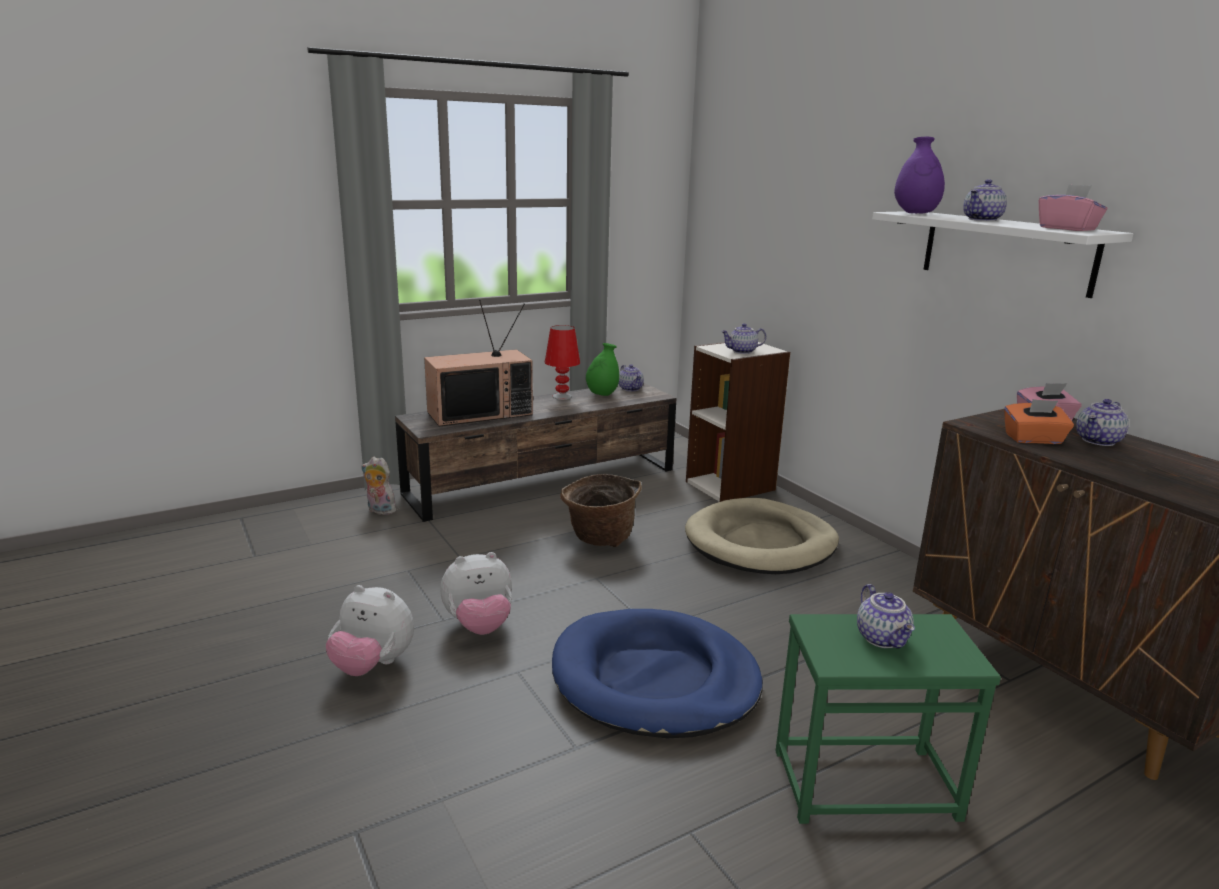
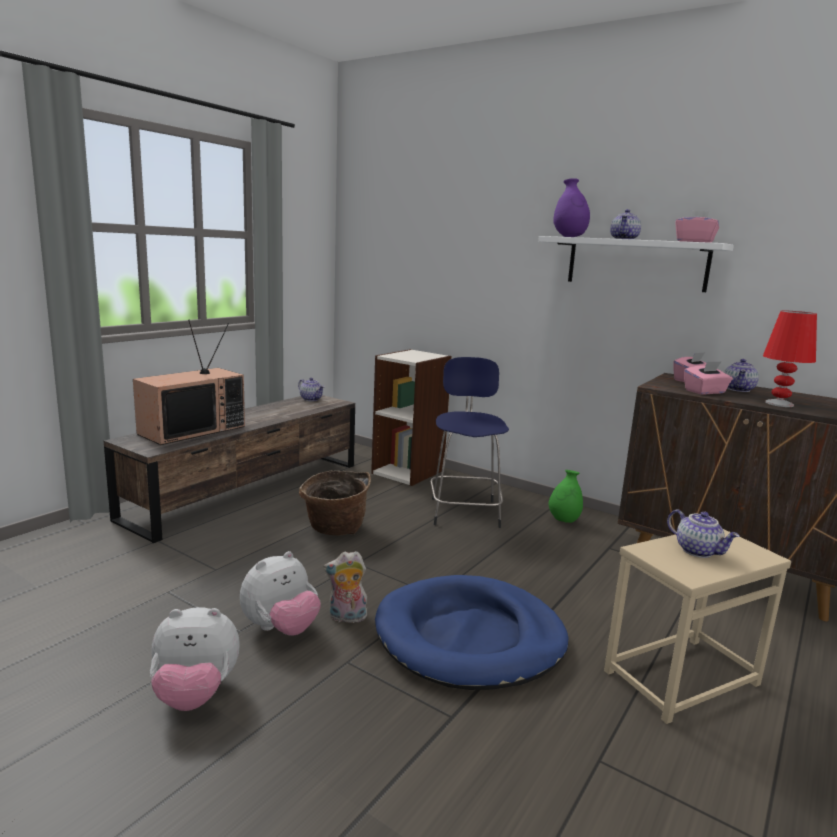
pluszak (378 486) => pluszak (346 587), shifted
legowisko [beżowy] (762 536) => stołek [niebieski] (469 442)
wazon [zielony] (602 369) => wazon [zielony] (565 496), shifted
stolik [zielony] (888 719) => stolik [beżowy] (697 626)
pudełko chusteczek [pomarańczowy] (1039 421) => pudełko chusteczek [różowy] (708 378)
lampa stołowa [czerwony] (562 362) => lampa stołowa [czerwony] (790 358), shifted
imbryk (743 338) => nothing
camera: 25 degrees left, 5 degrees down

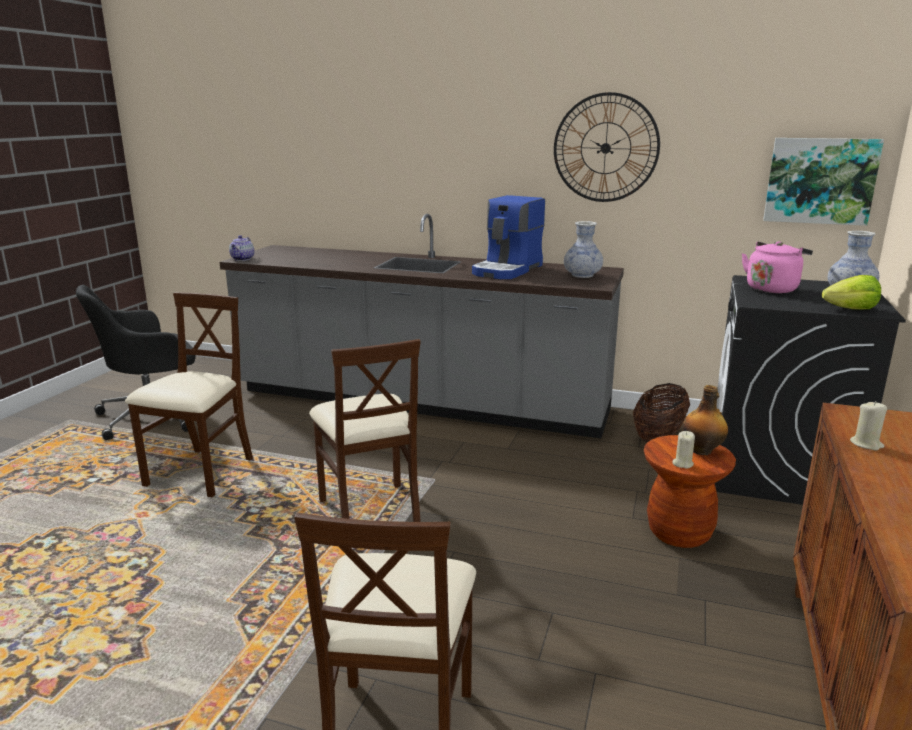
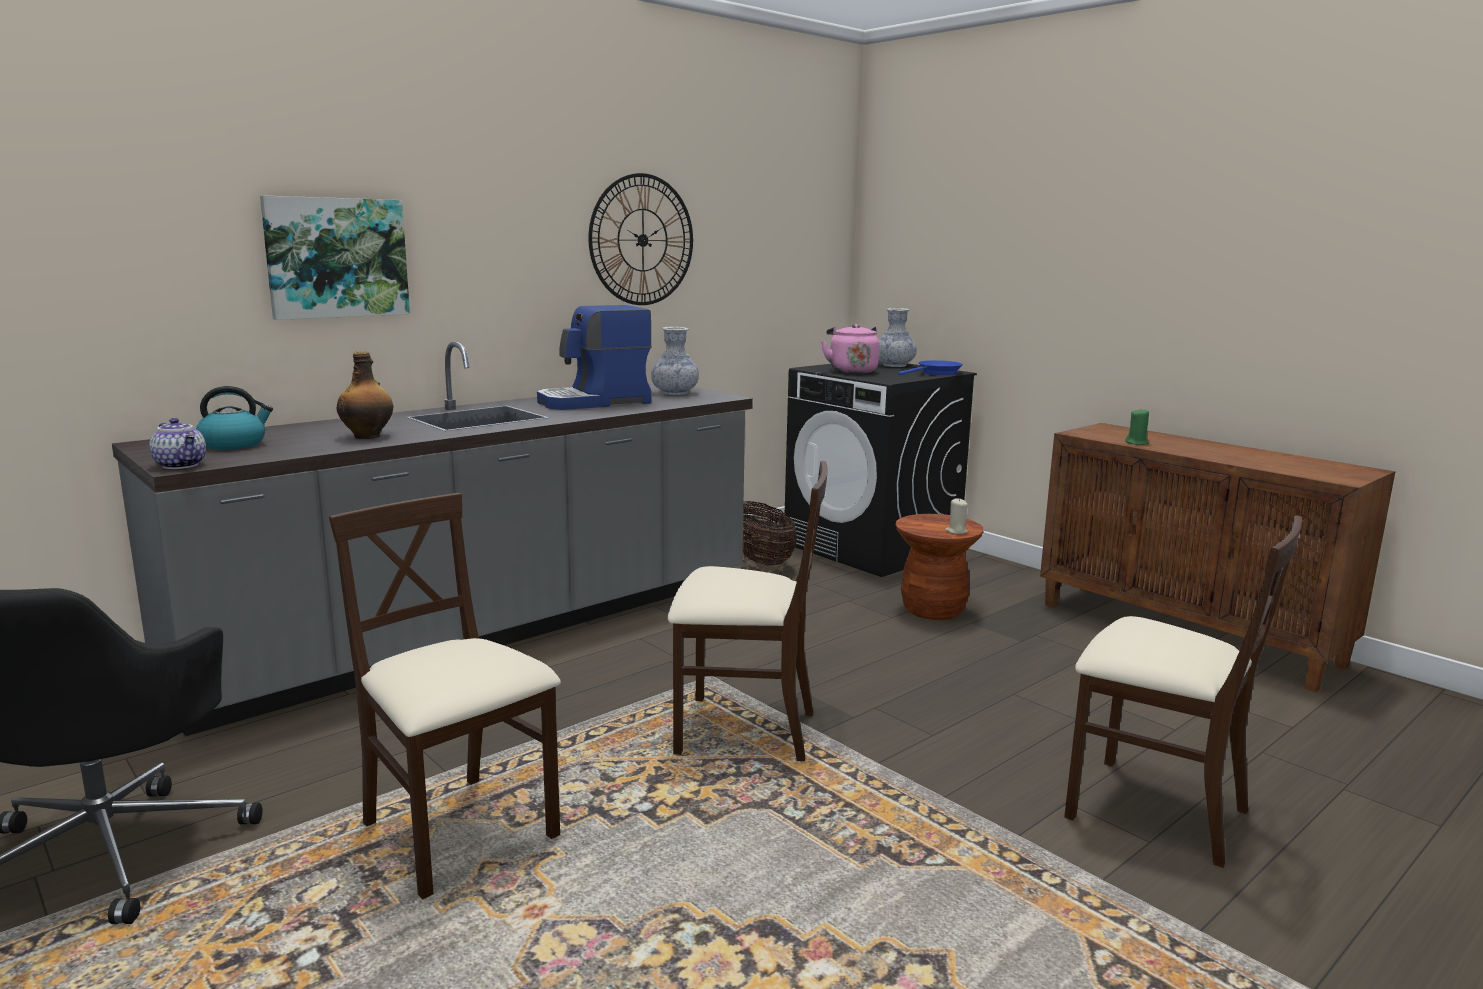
nothing => czajnik (234 418)
obraz (823 182) => obraz (335 258), shifted
butelka (705 420) => butelka (365 395), shifted
ekspres do kawy (508 237) => ekspres do kawy (594 357), 90 degrees clockwise
sałata (851 292) => patelnia [niebieski] (930 367)
świeca [beżowy] (868 426) => świeca [zielony] (1137 426)
camera: 60 degrees left, 5 degrees down

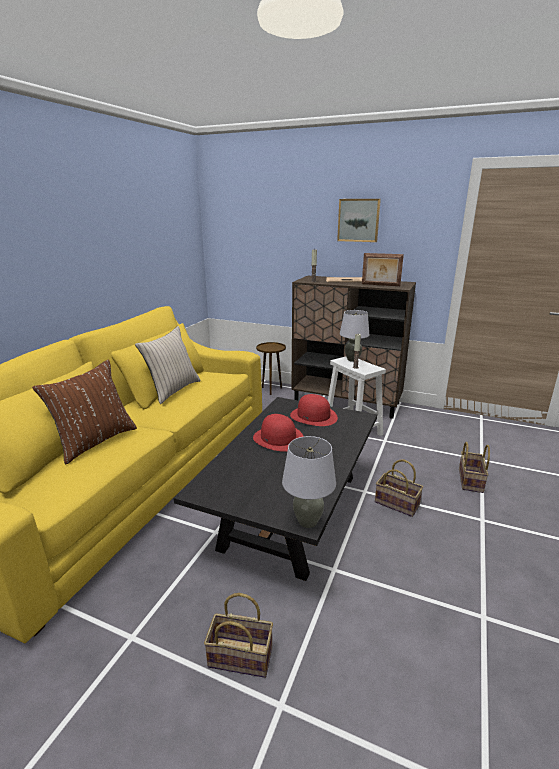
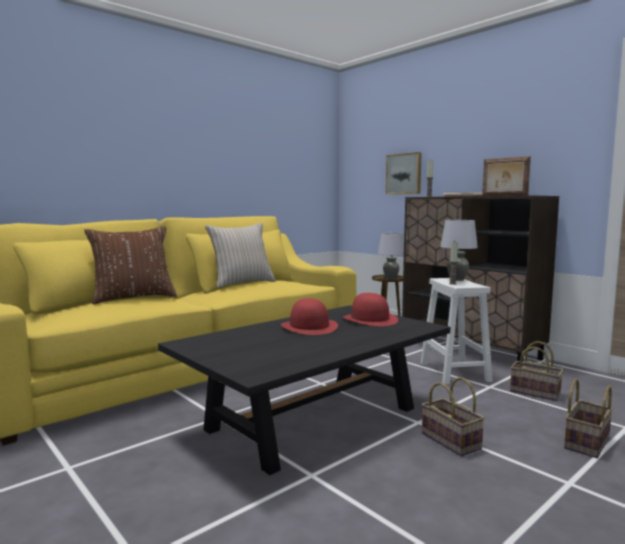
lampa stołowa [szary] (309 482) => lampa stołowa [szary] (391 256), shifted
obraz (359 220) => obraz (404 173), shifted
koszyk (238 635) => koszyk (536 371), shifted
camera: 25 degrees right, 15 degrees down

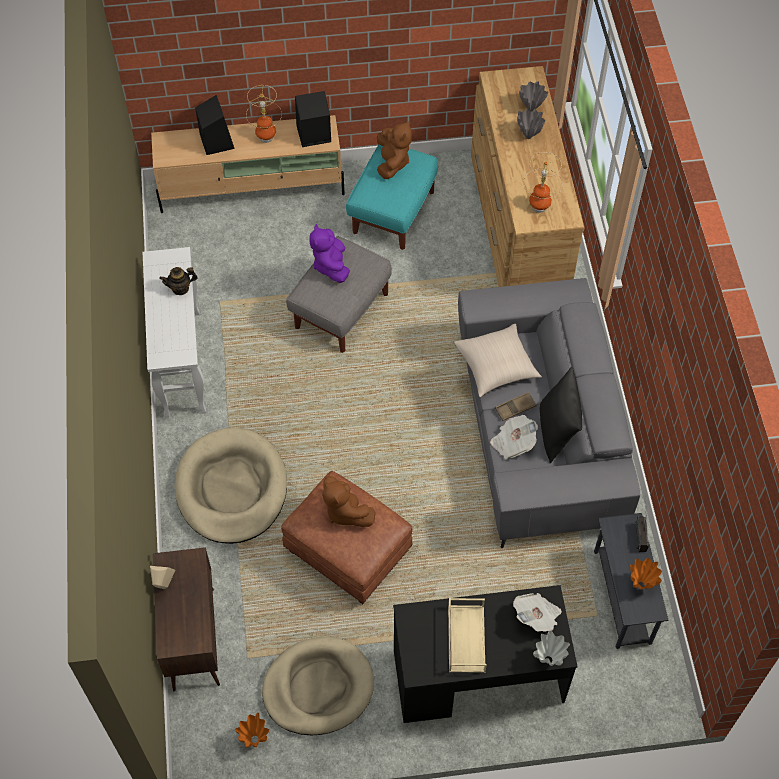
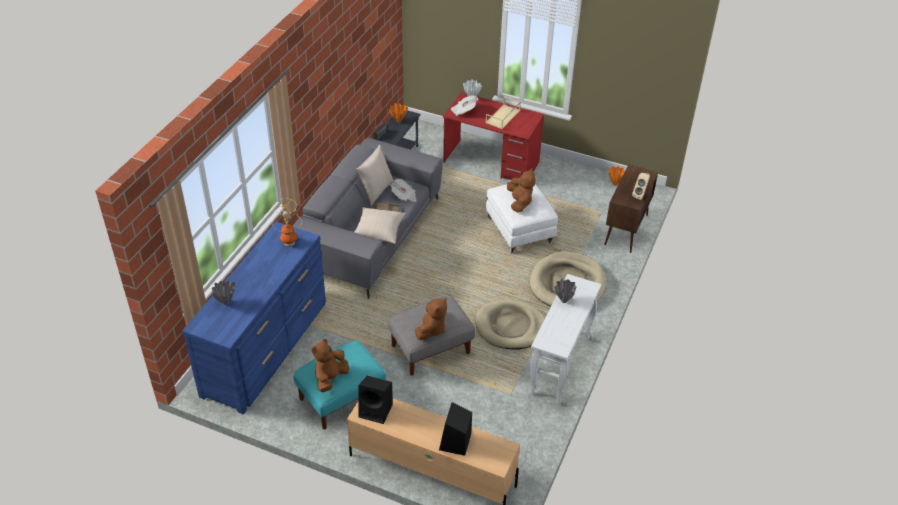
komoda [brązowy] (528 176) => komoda [niebieski] (254 318)
poduszka [czarny] (561 415) => poduszka [beżowy] (375 175)
pluszak [fioletowy] (329 253) => pluszak [brązowy] (431 319)
biurko [czarny] (485 654) => biurko [czerwony] (493 136)
legowisko [beżowy] (318 686) => legowisko [beżowy] (510 324), shifted
pufa [brązowy] (347 537) => pufa [biały] (521 219)
wazon [szary] (531 124) => wazon [szary] (565 291), shifted
imbryk (178 281) => nothing
lampa stołowa (264 114) => nothing
camera: 150 degrees left, 15 degrees down

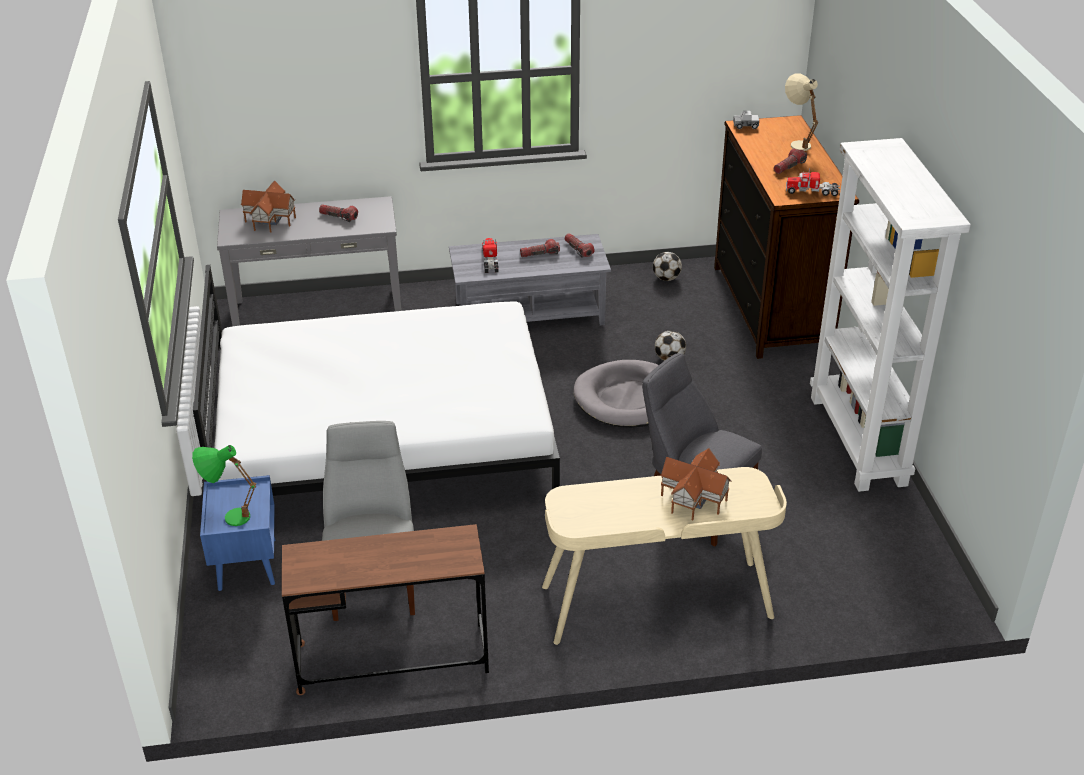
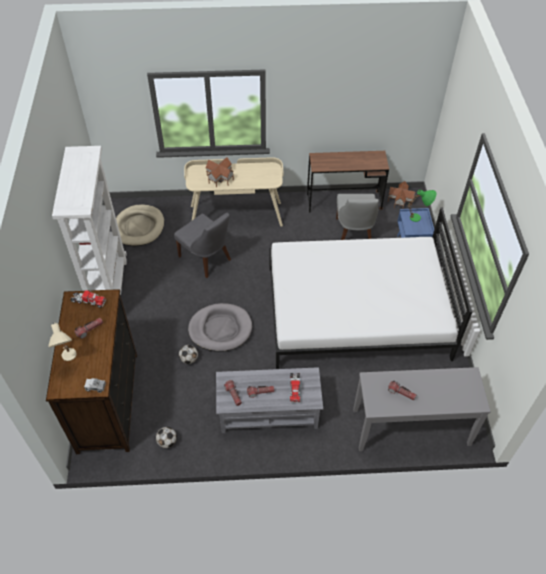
nothing => legowisko [beżowy] (140 226)
domek (268 207) => domek (401 194), shifted
camera: 175 degrees left, 15 degrees up

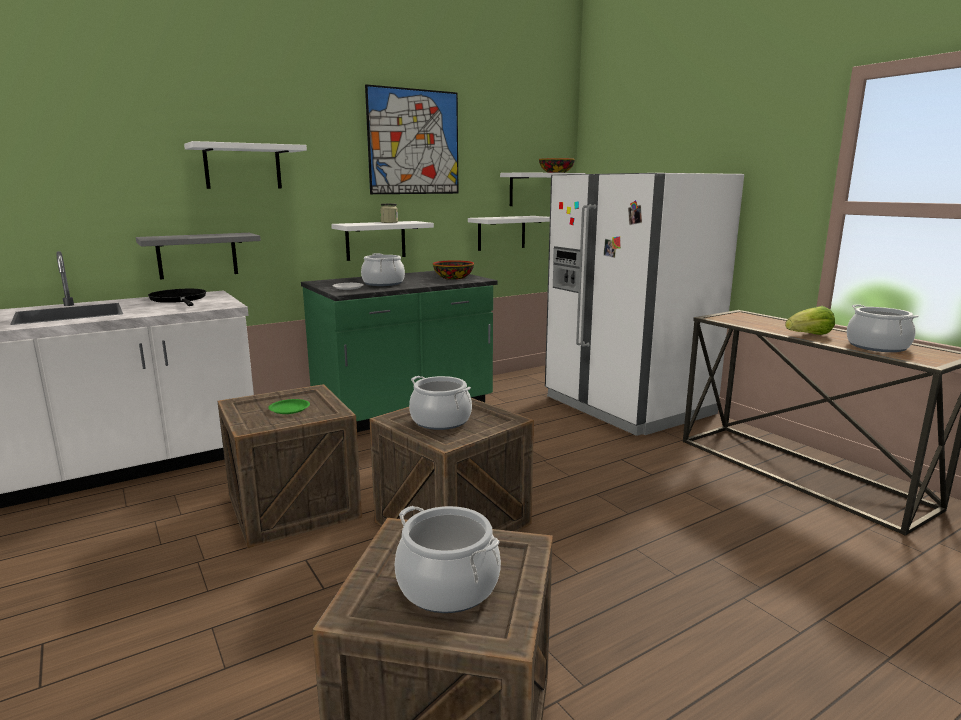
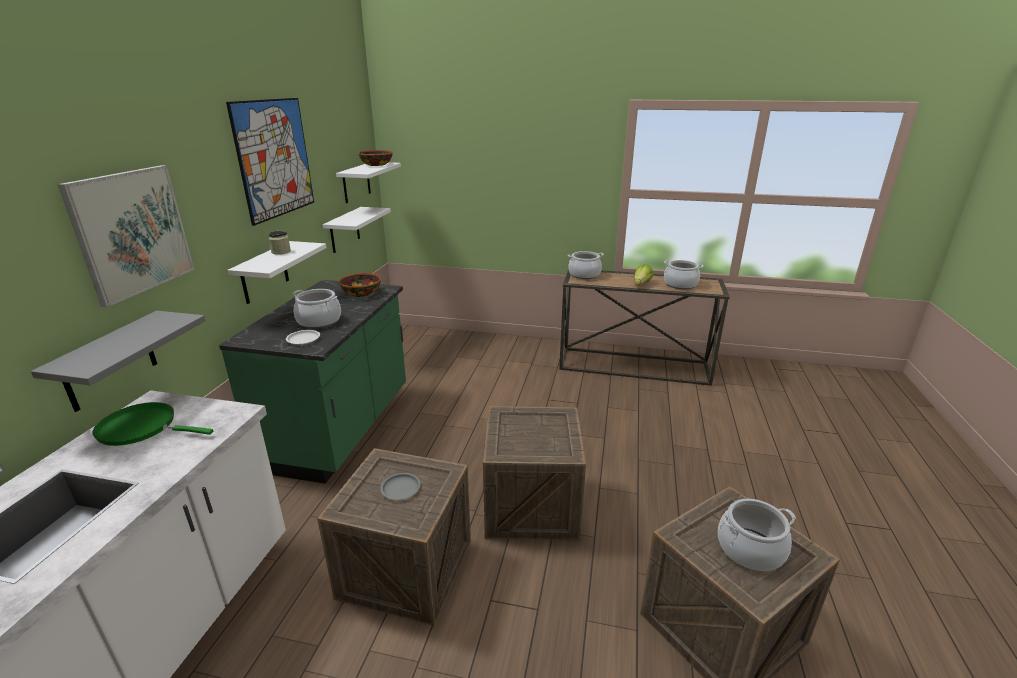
półka [biały] (245 165) => obraz (126 236)
patelnia [czarny] (177 297) => patelnia [zielony] (153 424)
talerz [zielony] (289 406) => talerz [szary] (400 486)
garnek (440 403) => garnek (586 265), shifted
lodówka [biały] (644 304) => nothing
camera: 45 degrees left, 10 degrees up

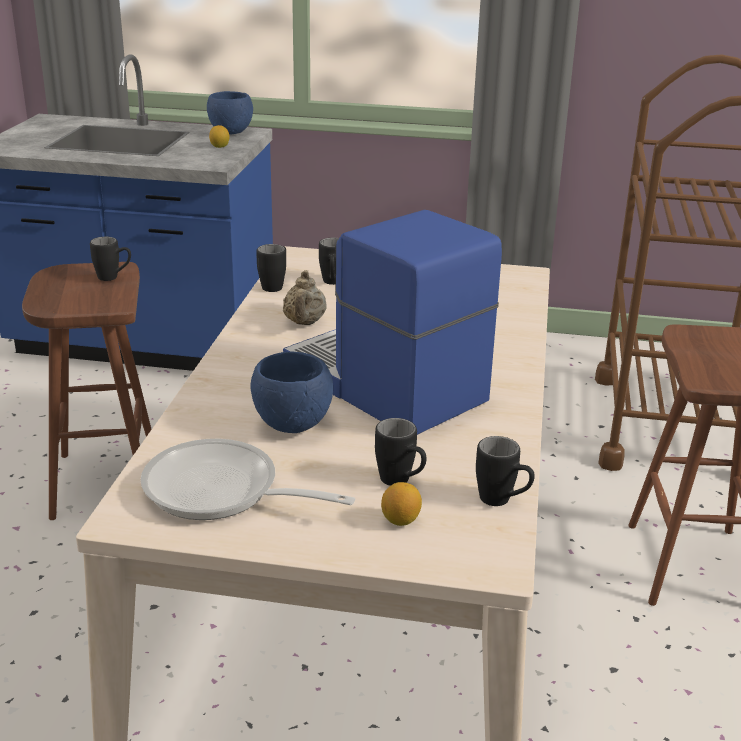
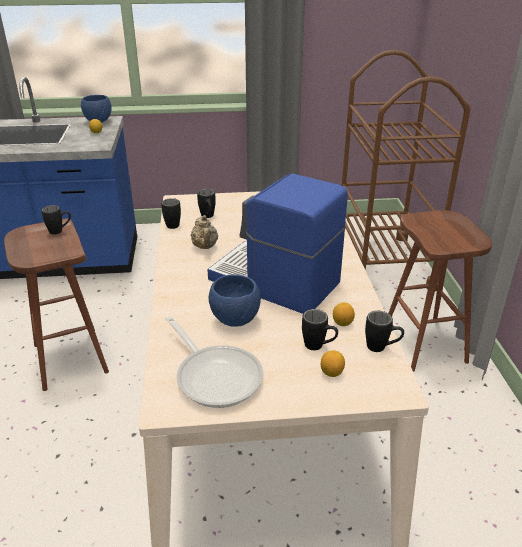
patelnia (247 479) => patelnia (214 362), 135 degrees counterclockwise
nothing => cytryna (344 314)
camera: 15 degrees left, 5 degrees up

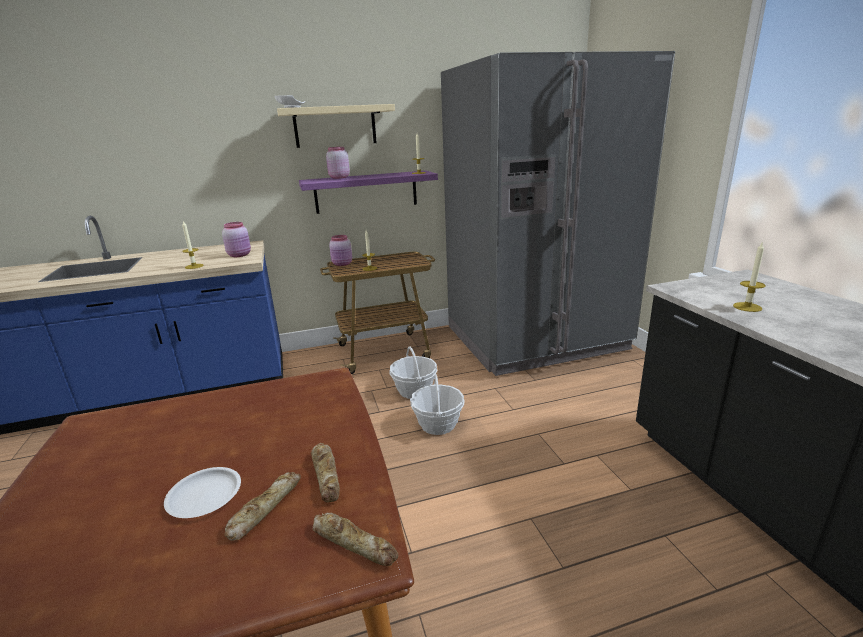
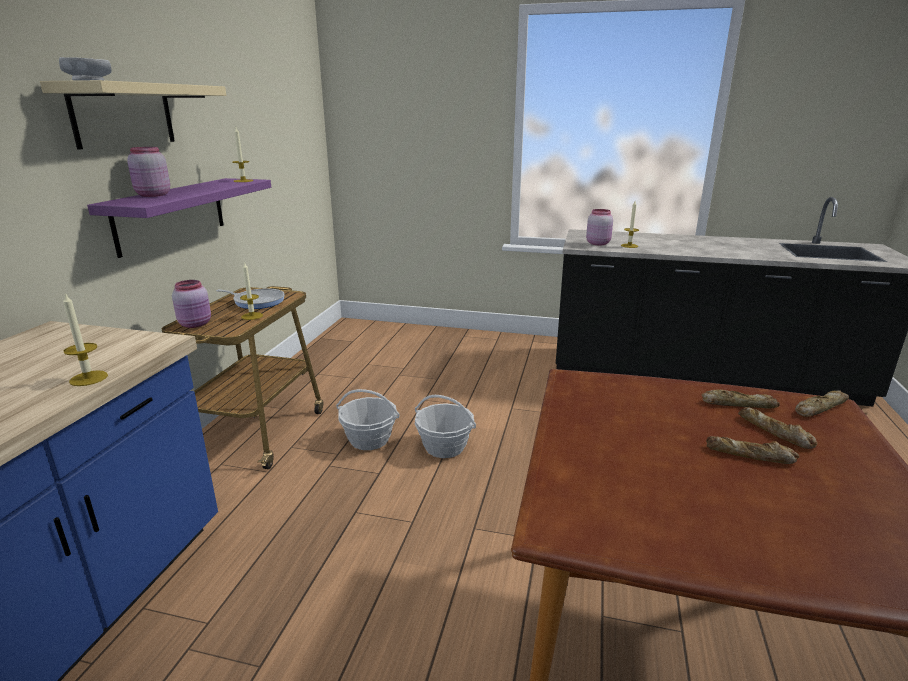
nothing => patelnia (250 298)
słoik [różowy] (236 239) => słoik [różowy] (599 227), shifted
talerz [biały] (202 492) => chleb (753 450)
lodówka [szary] (558 213) => nothing
camera: 60 degrees left, 0 degrees up

